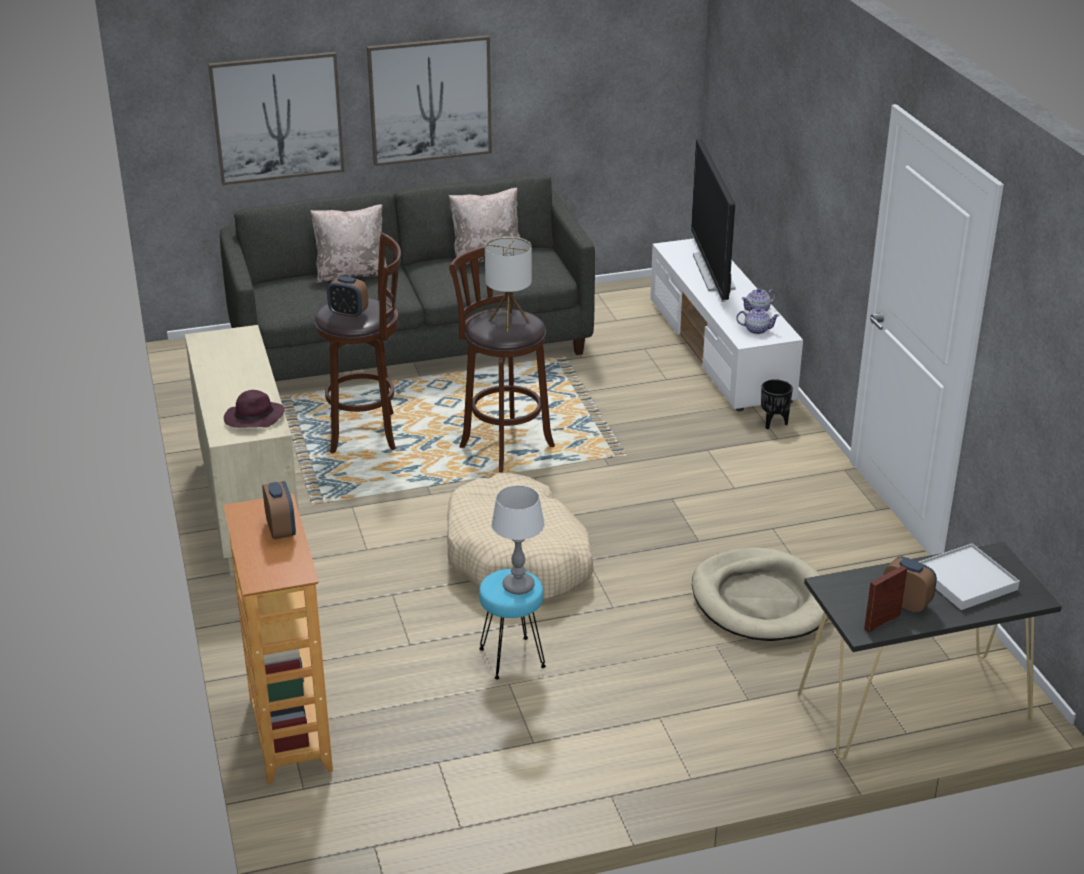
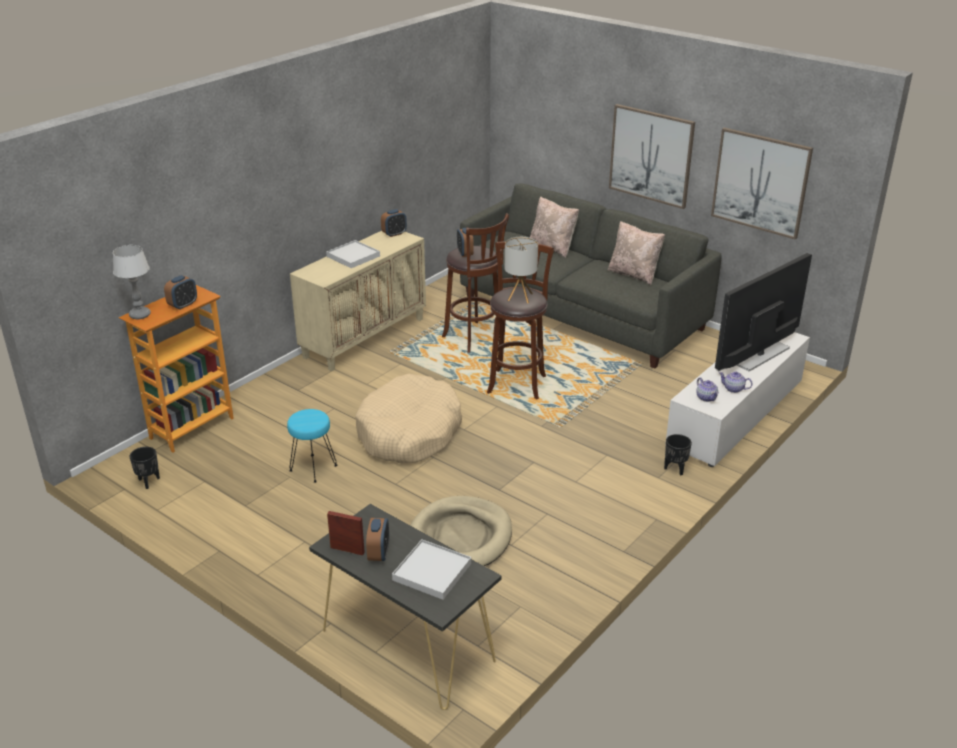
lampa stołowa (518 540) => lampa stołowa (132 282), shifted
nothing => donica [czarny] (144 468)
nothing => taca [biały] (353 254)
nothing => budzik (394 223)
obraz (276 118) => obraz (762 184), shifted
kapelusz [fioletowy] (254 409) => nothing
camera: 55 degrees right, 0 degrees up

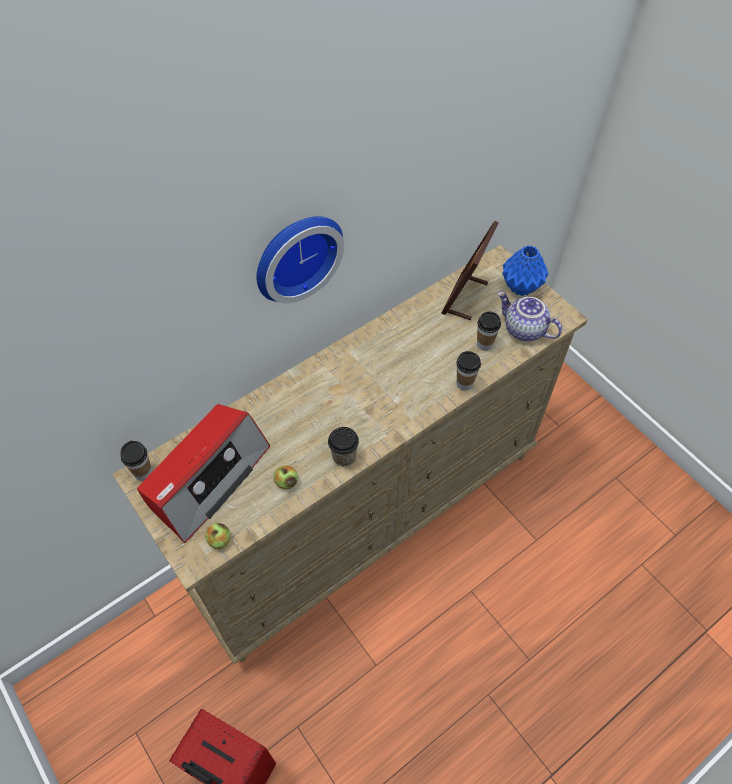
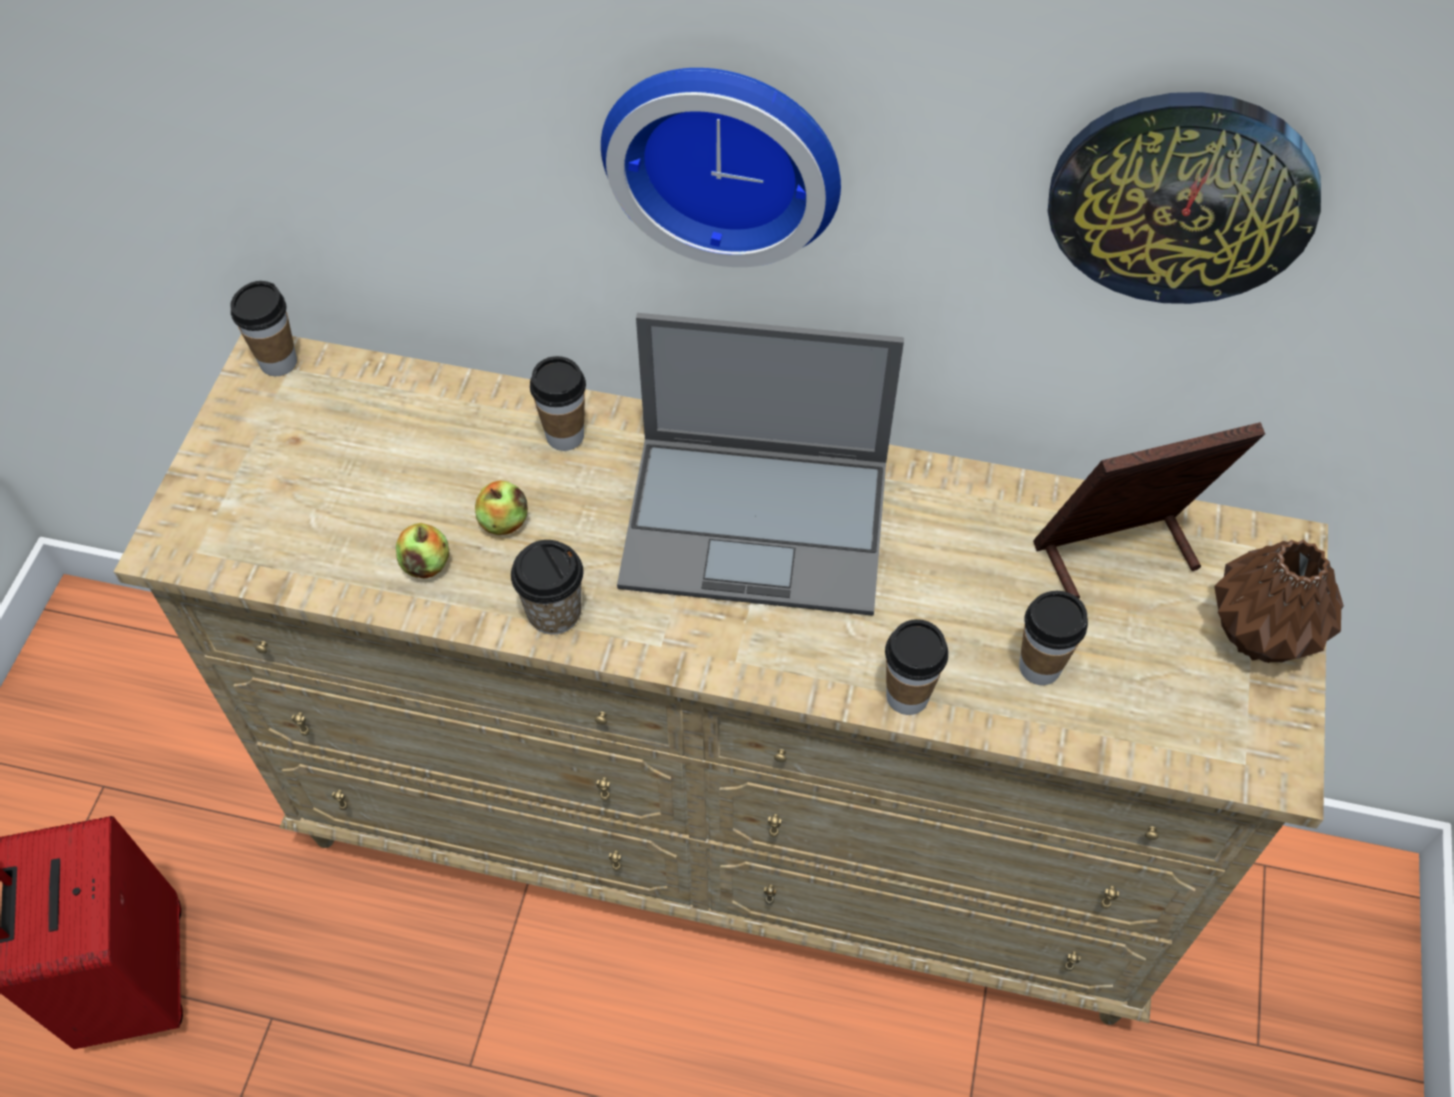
jabłko (218 536) => jabłko (501 507), shifted
nothing => filiżanka (558 403)
nothing => laptop (760 464)
nothing => zegar ścienny (1184 198)
wazon [niebieski] (525 270) => wazon [brązowy] (1279 601)
radio (203 473) => nothing
imbryk (530 316) => nothing
camera: 50 degrees right, 0 degrees up

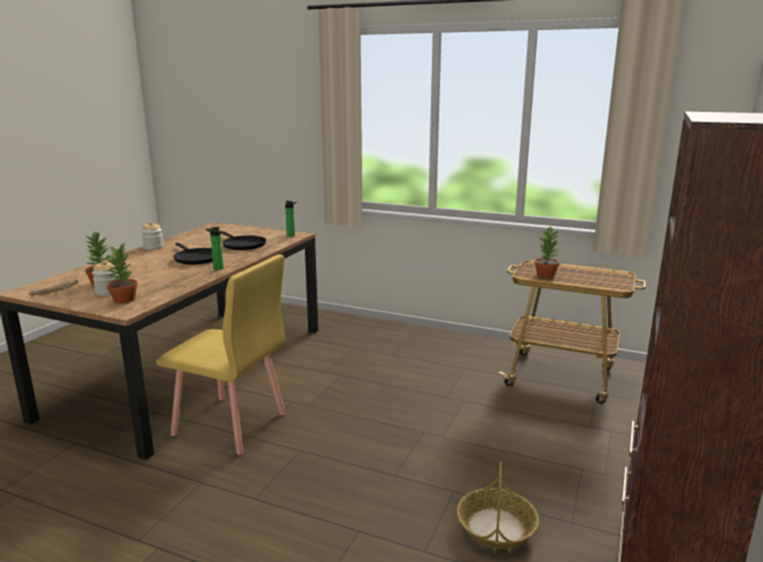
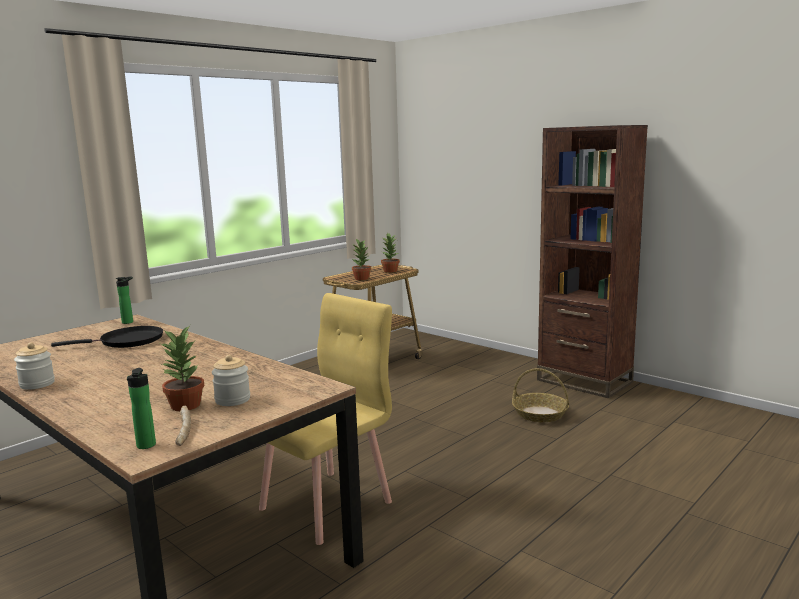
butelka (214 248) => butelka (141 408), shifted
roślina doniczkowa (121 272) => roślina doniczkowa (390 253), shifted
patelnia [czarny] (193 253) => nothing
camera: 70 degrees left, 5 degrees down

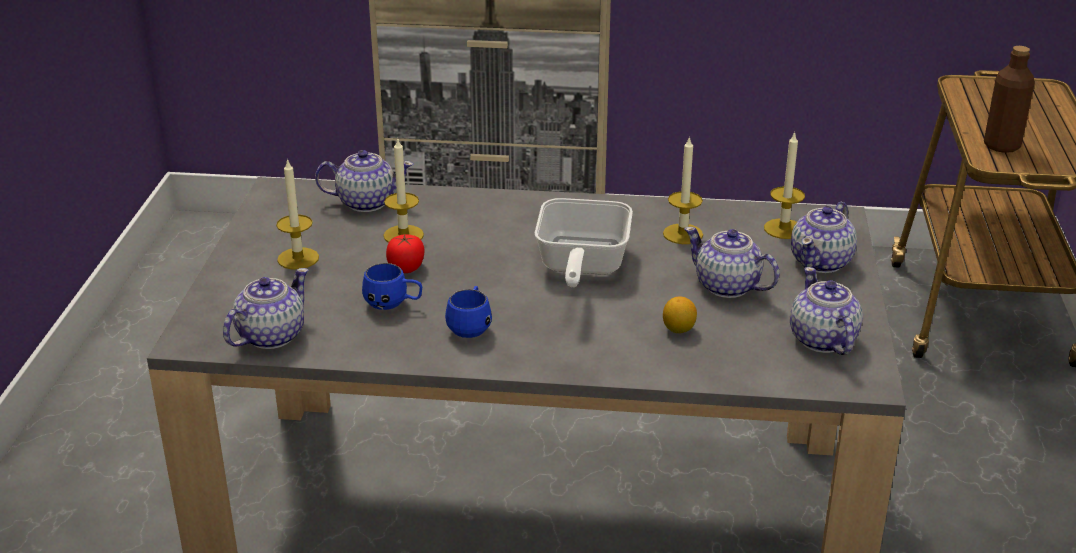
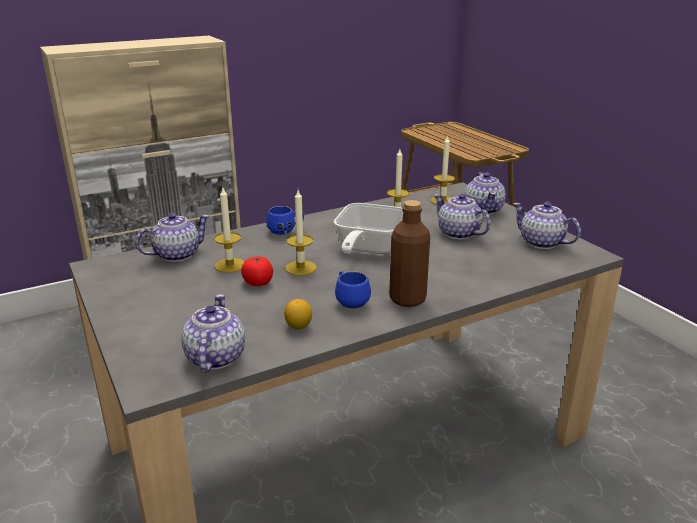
kubek [niebieski] (392 286) => kubek [niebieski] (285 220), shifted
cytryna (680 315) => cytryna (298 314), shifted
świeca (297 213) => świeca (301 233), shifted
patelnia (584 242) => patelnia (368 228), 45 degrees clockwise
butelka [brązowy] (1009 99) => butelka [brązowy] (409 253), shifted
imbryk (732 262) => imbryk (462 217), 45 degrees clockwise
camera: 35 degrees left, 5 degrees down

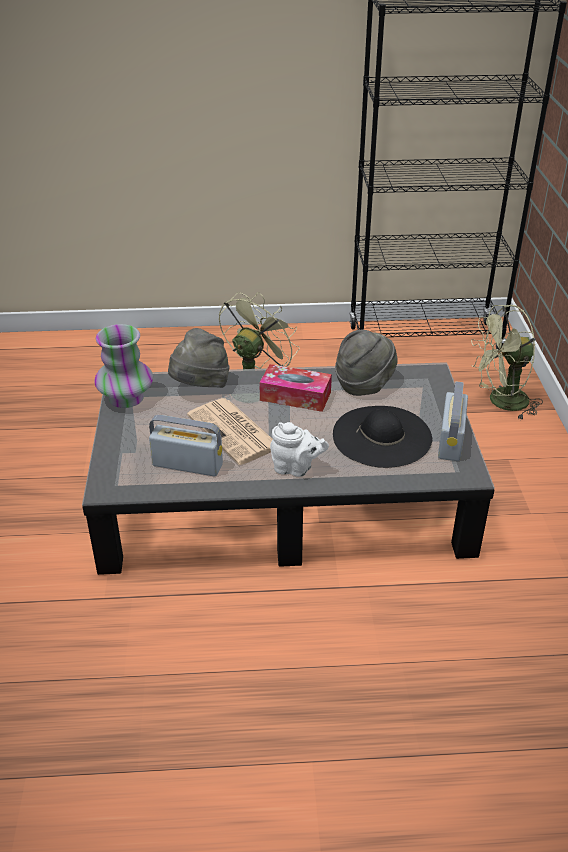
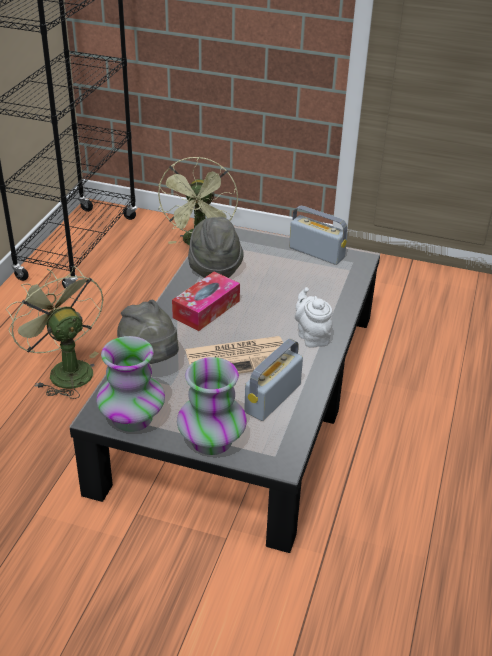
nothing => wazon (212 406)
imbryk [biały] (299 449) => imbryk [biały] (314 317), 60 degrees counterclockwise
kapelusz [czarny] (382 437) => nothing
camera: 70 degrees left, 0 degrees up

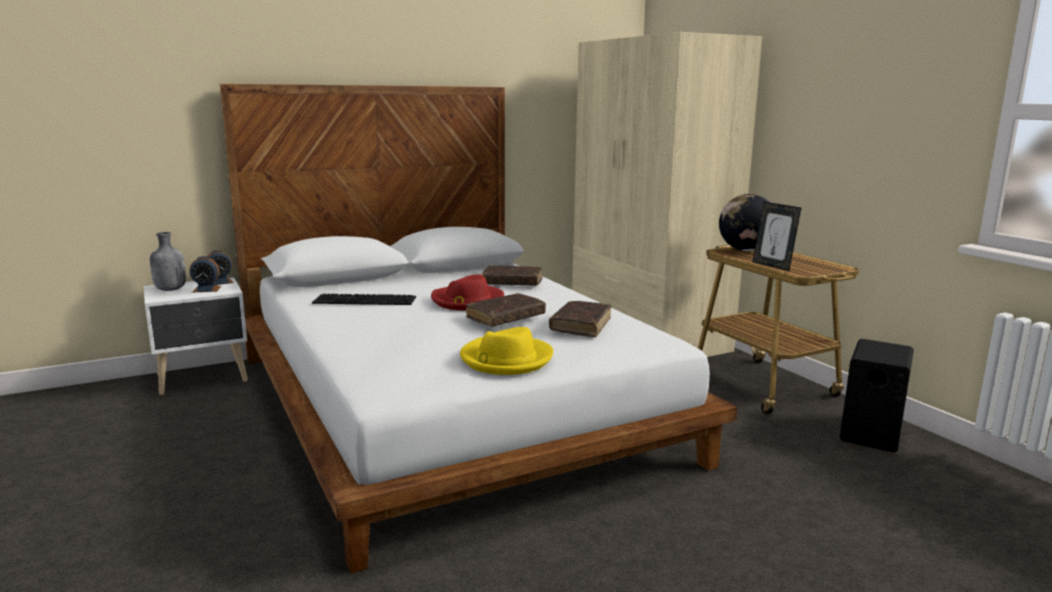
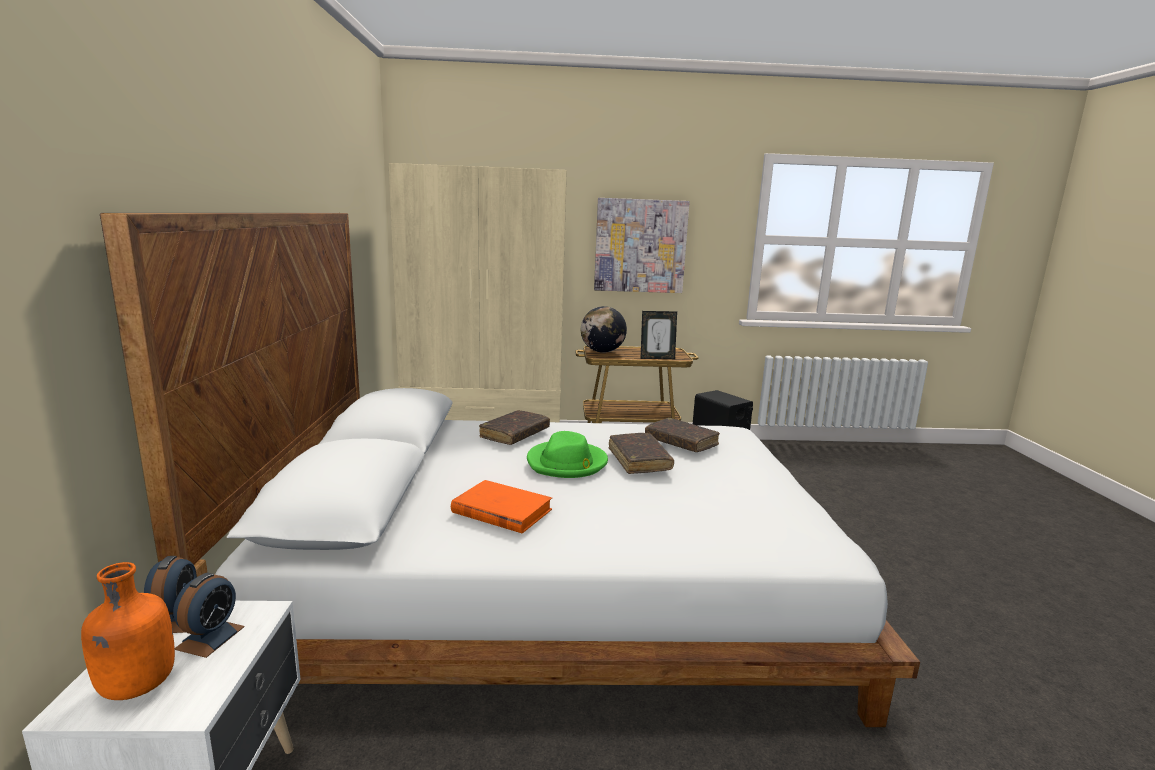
butelka [szary] (168 261) => butelka [pomarańczowy] (128 631)
klawiatura (364 299) => książka [pomarańczowy] (501 507)
kapelusz [czerwony] (467 292) => kapelusz [zielony] (567 454)
nothing => obraz (642 245)
kapelusz [żółty] (506 351) => nothing
camera: 65 degrees left, 0 degrees up

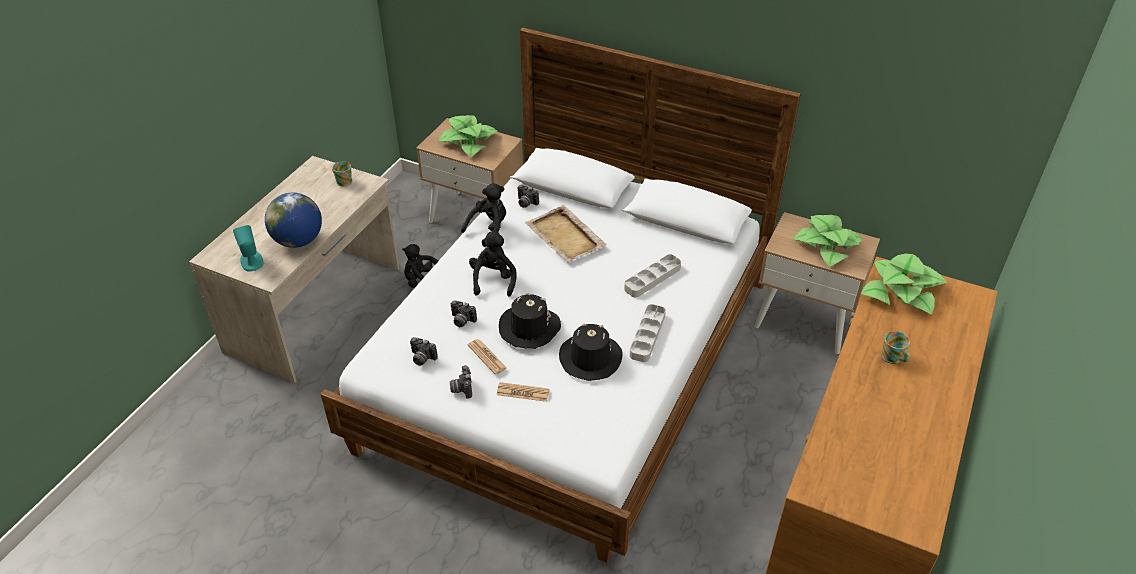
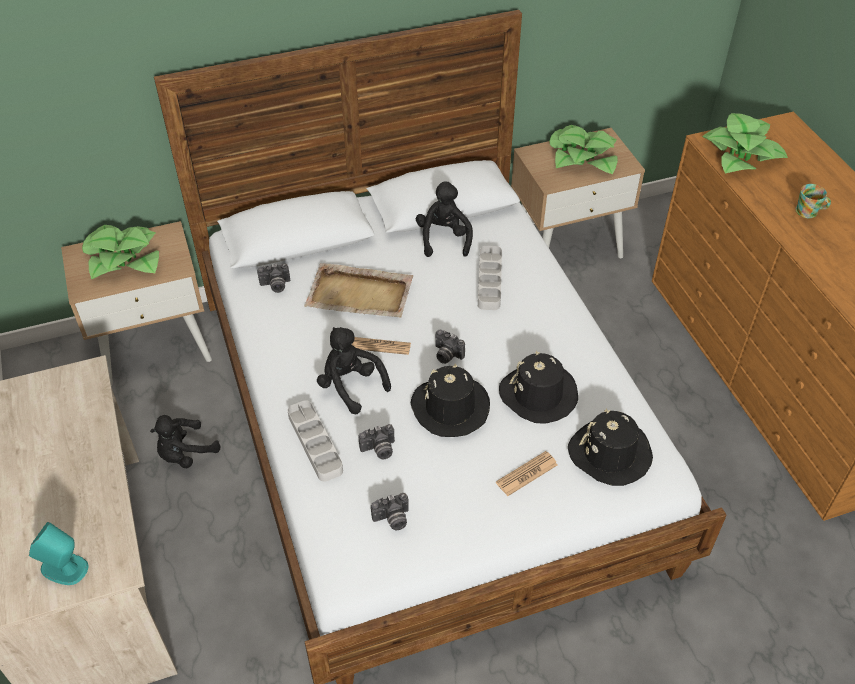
taca [szary] (648 333) => taca [szary] (315 440), shifted
gazeta (487 357) => gazeta (381 346), shifted
pluszak [czarny] (483 215) => pluszak [czarny] (444 219), shifted
aparat fotograficzny (461 382) => aparat fotograficzny (450 347), shifted
nothing => kapelusz [czarny] (610 447)
globus (293 220) => nothing
kubek (342 174) => nothing
camera: 45 degrees left, 5 degrees up

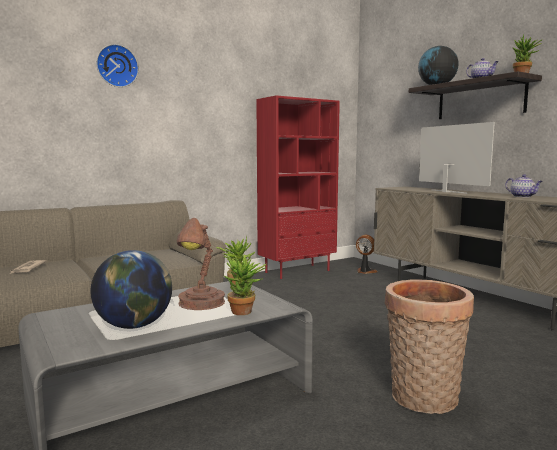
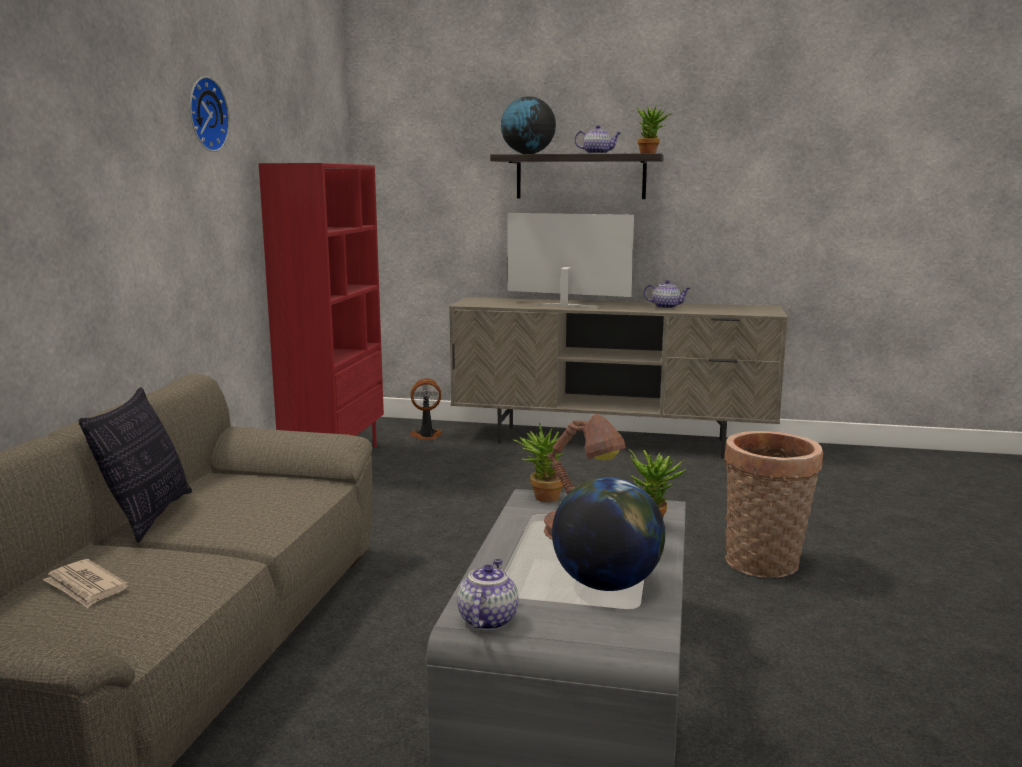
nothing => poduszka (135 465)
zegar ścienny (117 65) => zegar ścienny (210 114), shifted
nothing => imbryk (487 594)
camera: 45 degrees left, 5 degrees up

